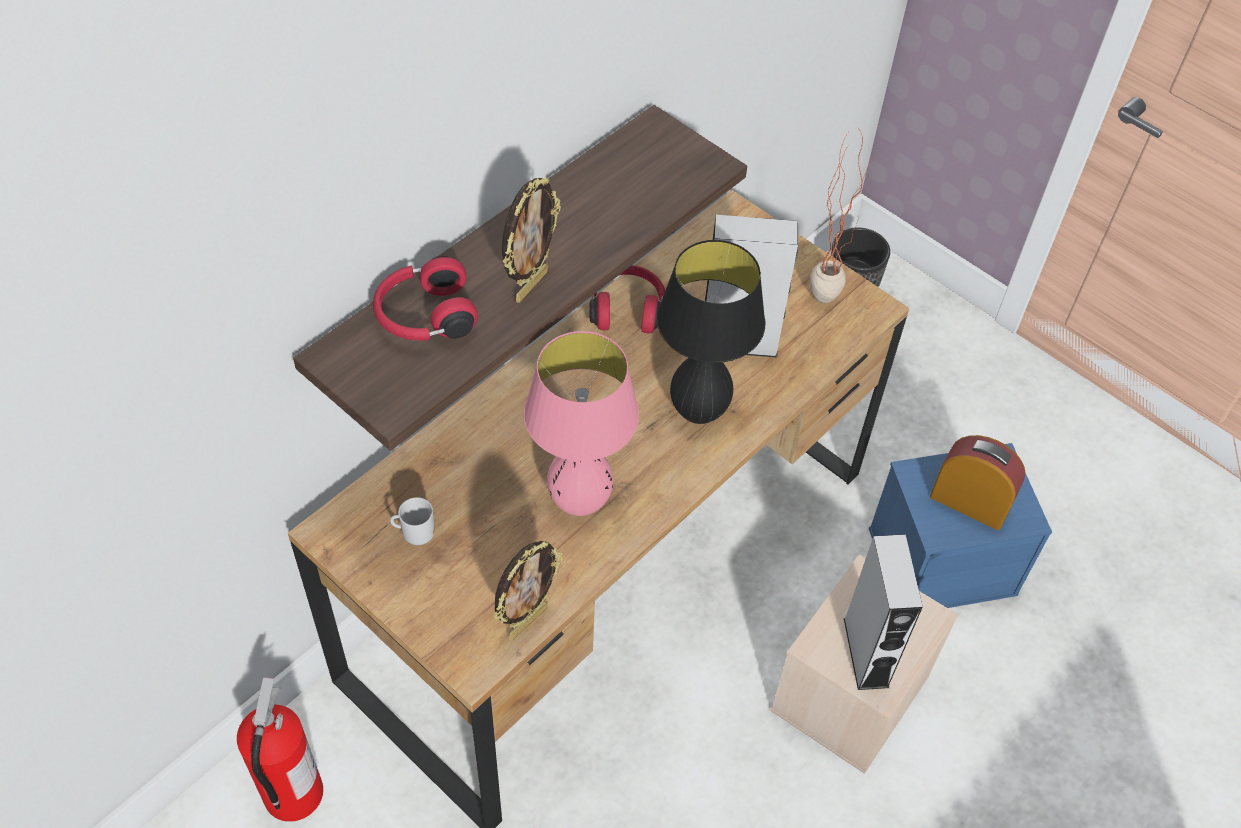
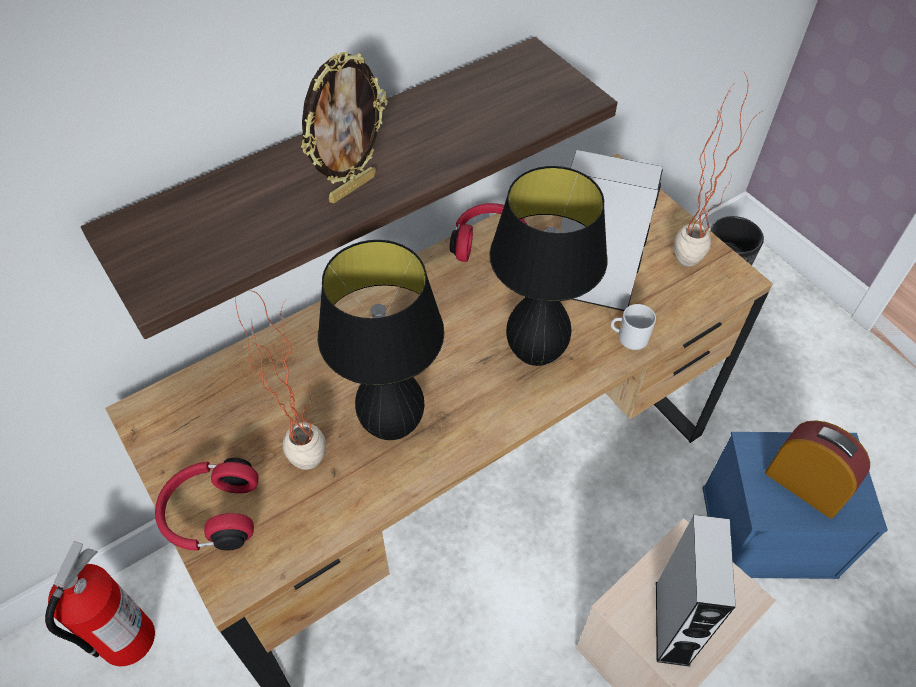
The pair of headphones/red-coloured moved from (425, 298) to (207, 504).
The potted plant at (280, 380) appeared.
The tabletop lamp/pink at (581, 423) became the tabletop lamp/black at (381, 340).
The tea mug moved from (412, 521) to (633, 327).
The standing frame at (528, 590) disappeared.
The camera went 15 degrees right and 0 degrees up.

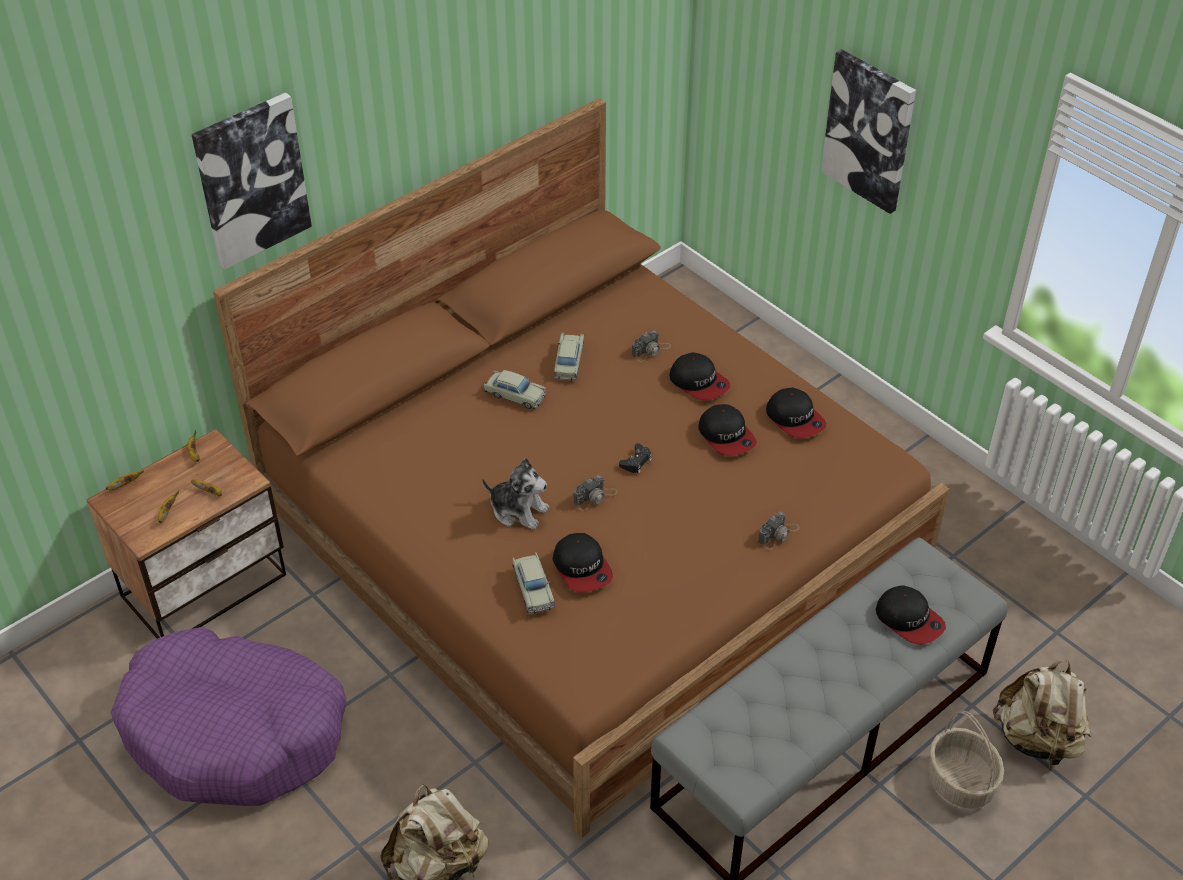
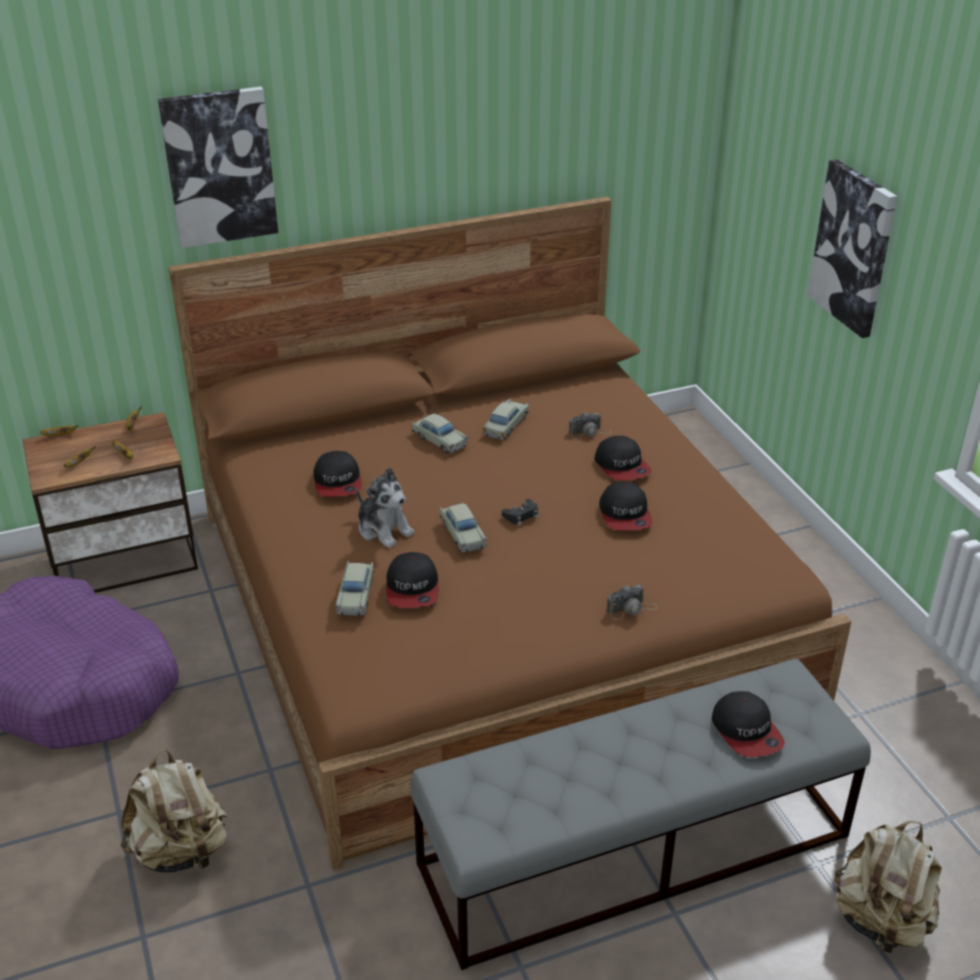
The baseball cap moved from (796, 413) to (337, 474).
The still camera at (595, 493) was replaced by the miniature car/beige-coloured at (463, 527).
The household basket at (966, 760) disappeared.
The camera went 20 degrees right and 10 degrees down.

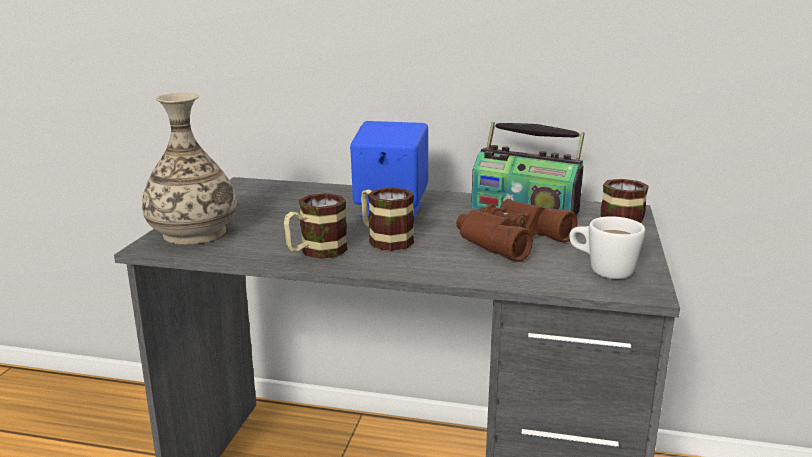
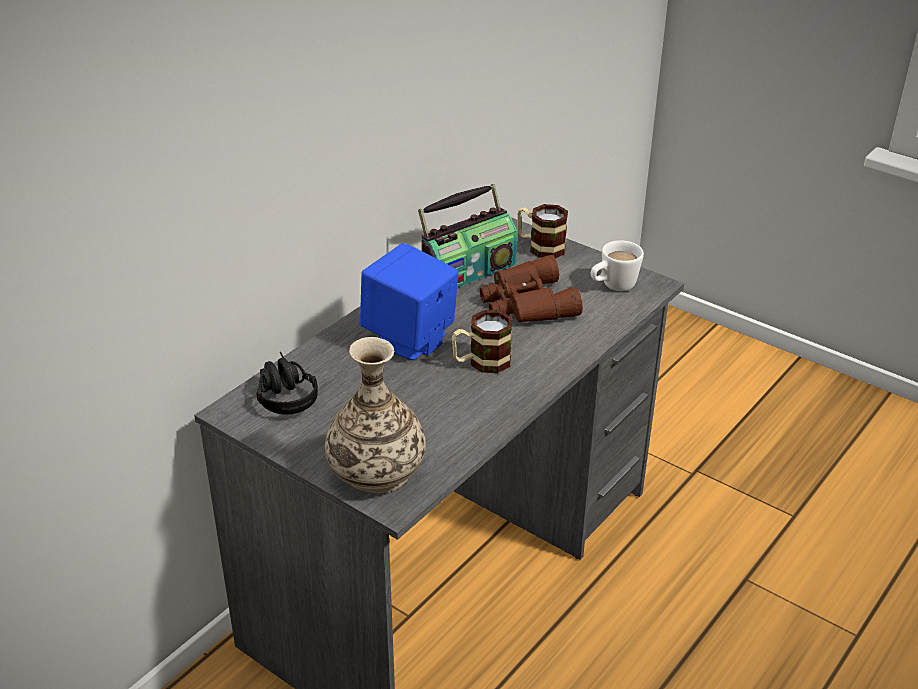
The pair of headphones/black at (287, 383) appeared.
The tea mug at (316, 226) disappeared.
The camera went 65 degrees left and 15 degrees up.

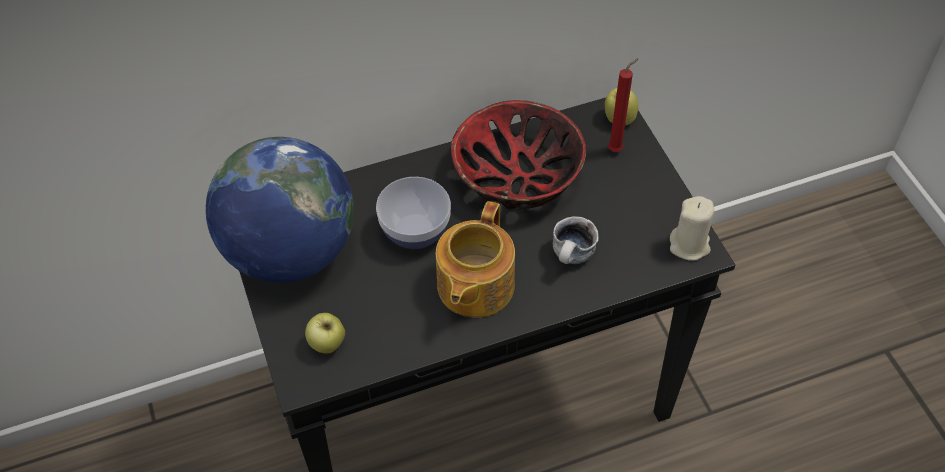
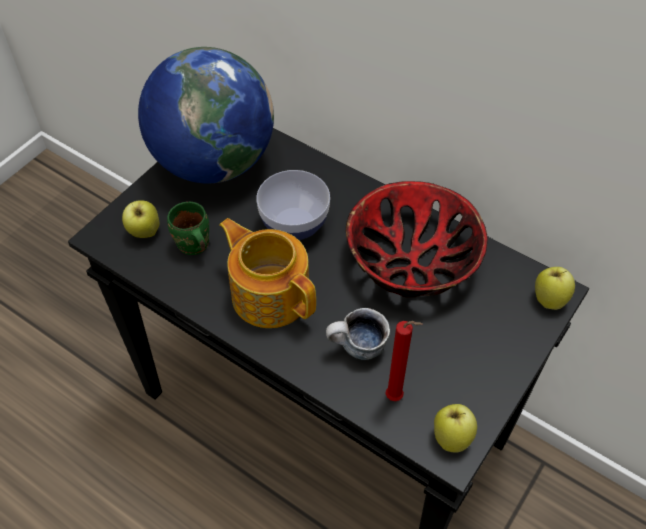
The tea mug/greenish at (188, 228) appeared.
The pot for tea at (475, 259) turned 60 degrees clockwise.
The wax candle/red-coloured moved from (623, 105) to (404, 361).
The wax candle/beige-coloured at (692, 228) was replaced by the apple fruit at (455, 428).
The camera went 55 degrees right and 0 degrees up.

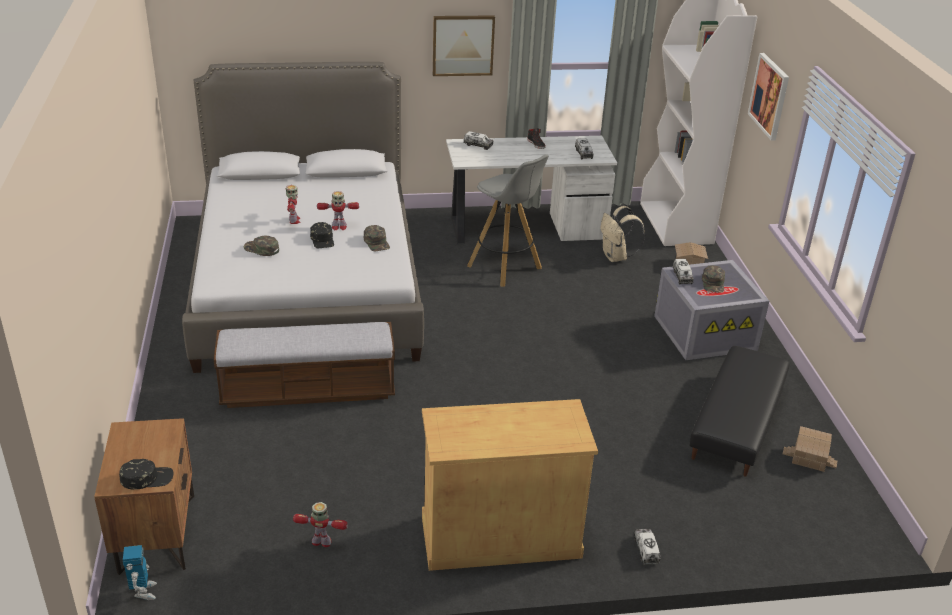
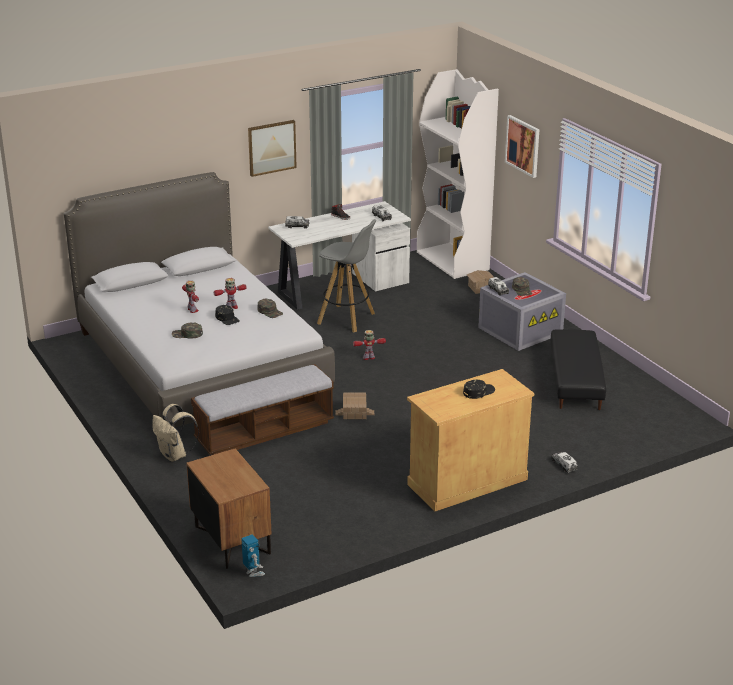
The rucksack/beige-coloured moved from (623, 234) to (175, 433).
The miniature house moved from (810, 449) to (354, 405).
The robot figure moved from (320, 524) to (369, 345).
The baseball cap/black moved from (146, 474) to (479, 389).
The camera went 20 degrees left and 5 degrees down.

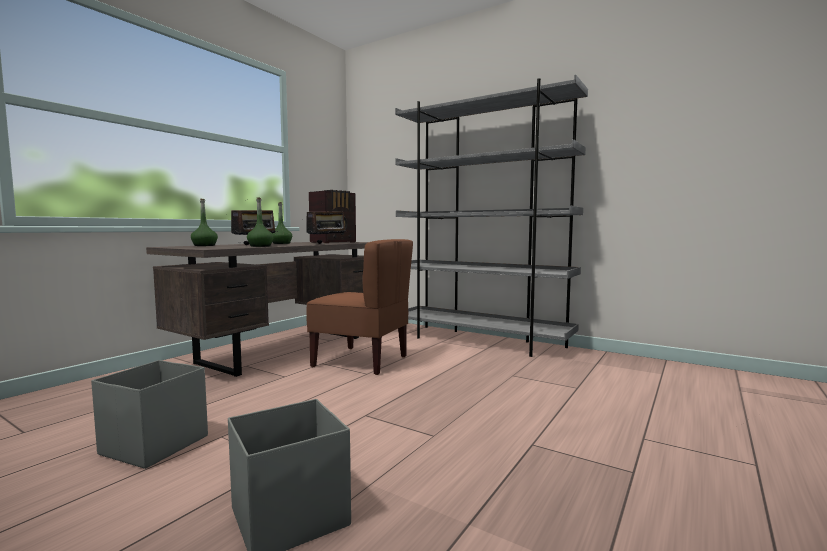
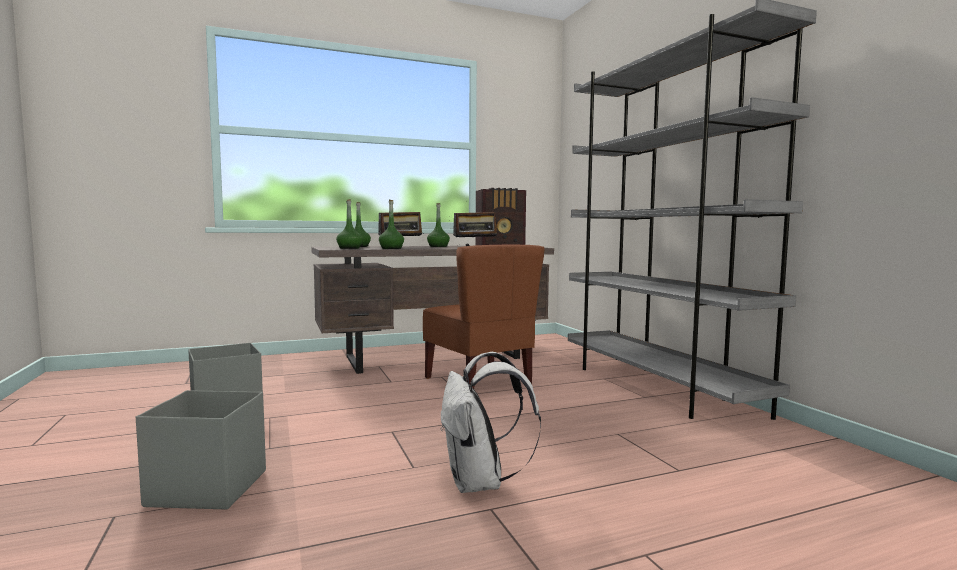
The beverage bottle/greenish at (349, 224) appeared.
The rucksack/white at (491, 422) appeared.
The camera went 35 degrees right and 0 degrees up.

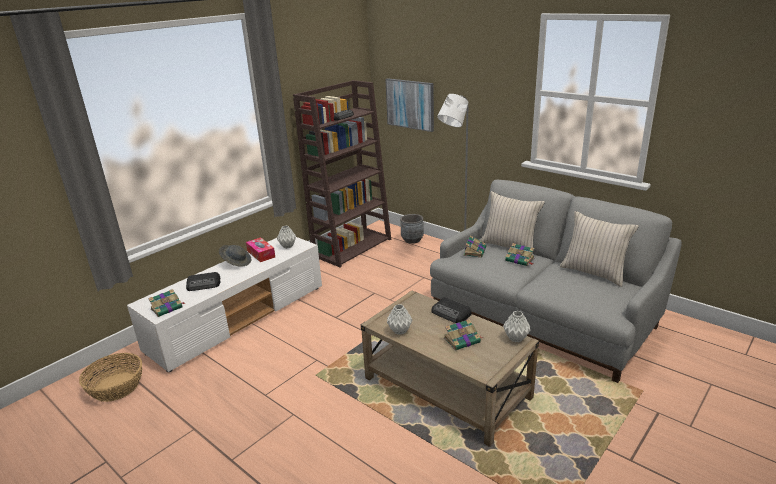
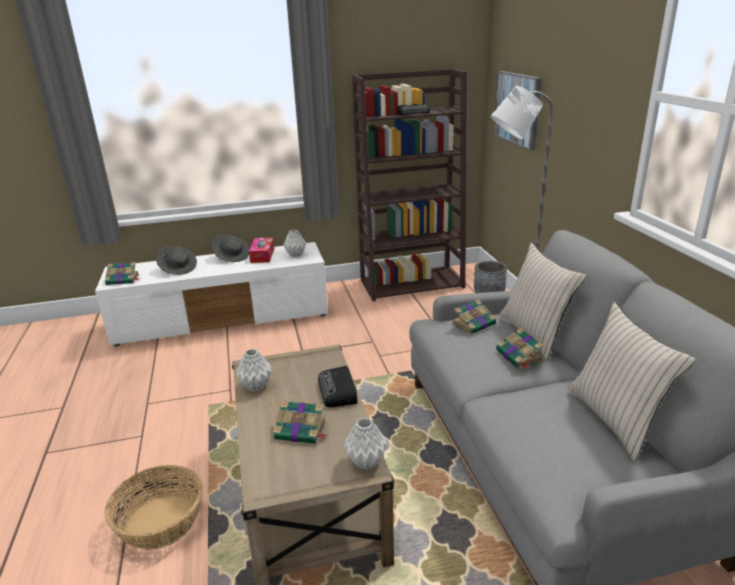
The household basket moved from (110, 377) to (154, 507).
The radio at (203, 281) was replaced by the wearable hat/grey at (176, 260).
The camera went 35 degrees right and 0 degrees up.

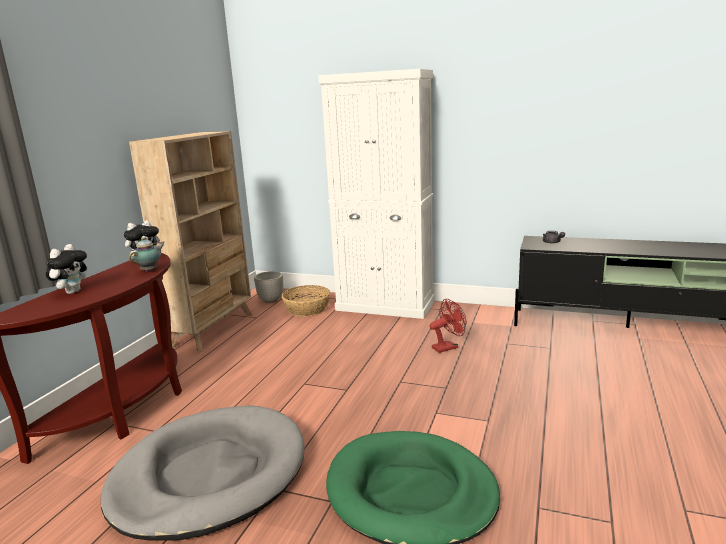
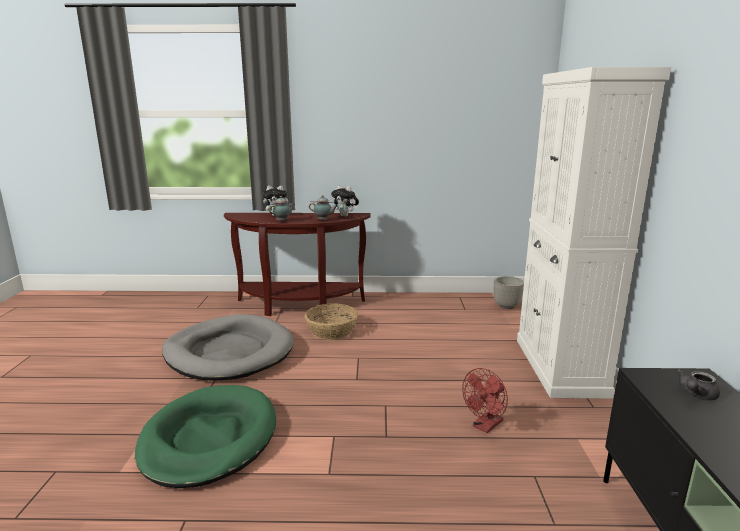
The pot for tea at (281, 209) appeared.
The household basket moved from (305, 301) to (331, 322).
The electric fan/red-coloured at (448, 326) turned 90 degrees clockwise.
The shelving unit/beige-coloured at (190, 241) disappeared.
The camera went 70 degrees right and 0 degrees up.

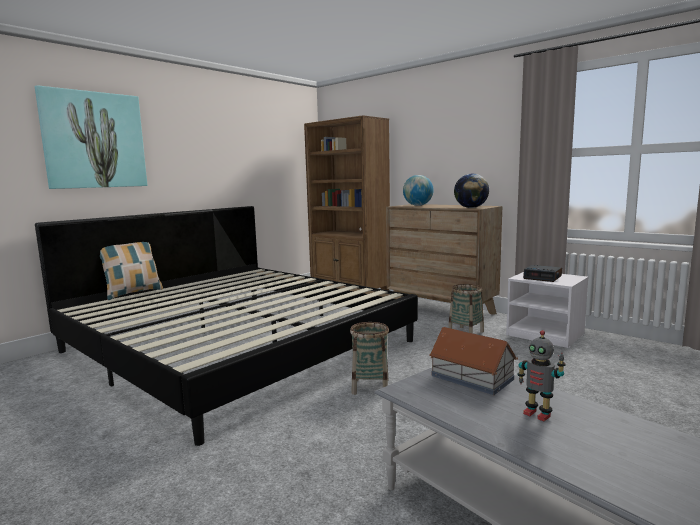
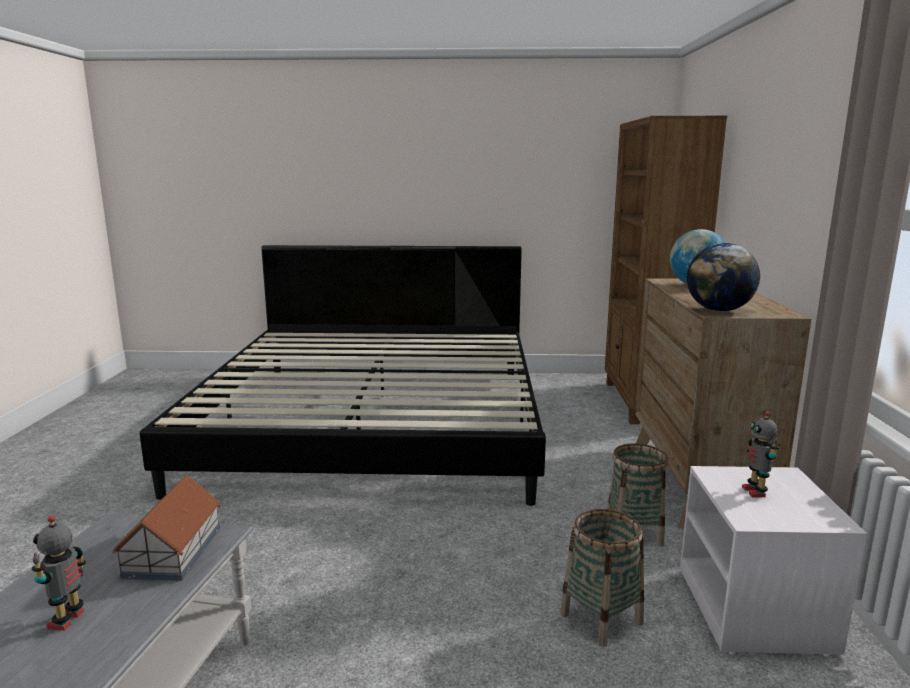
The household basket moved from (369, 358) to (602, 578).
The alarm clock at (542, 273) was replaced by the robot figure at (760, 454).
The wall art at (91, 137) disappeared.
The cushion at (131, 271) disappeared.
The camera went 50 degrees right and 5 degrees up.

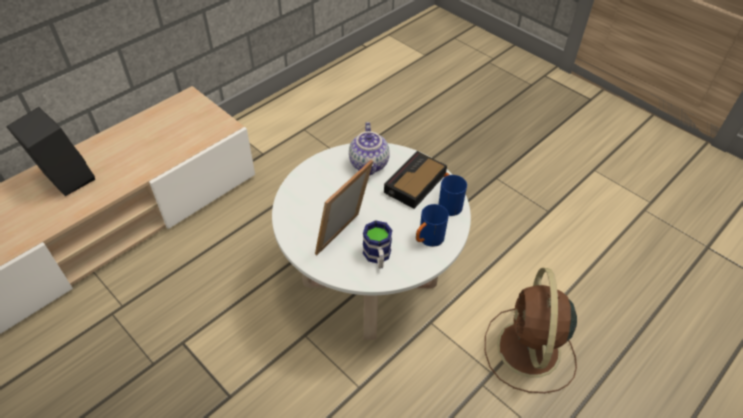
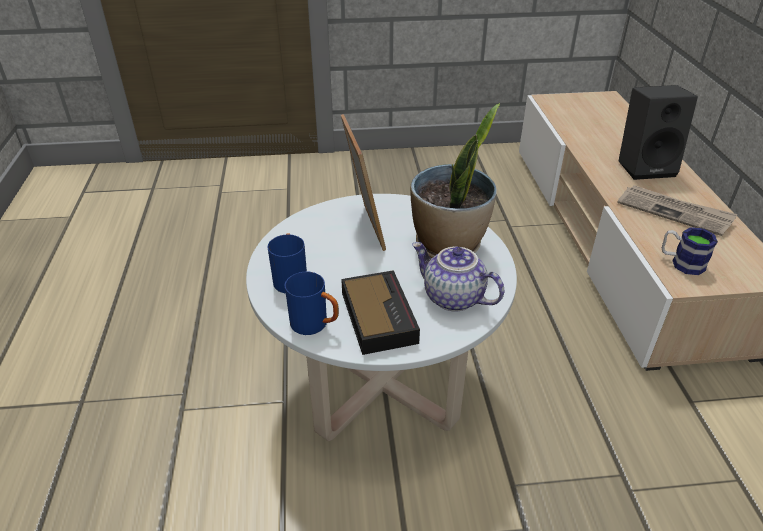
The potted plant at (455, 180) appeared.
The printed paper at (677, 210) appeared.
The tea mug moved from (378, 244) to (690, 251).
The electric fan/brownish at (531, 330) disappeared.
The camera went 130 degrees right and 10 degrees down.

